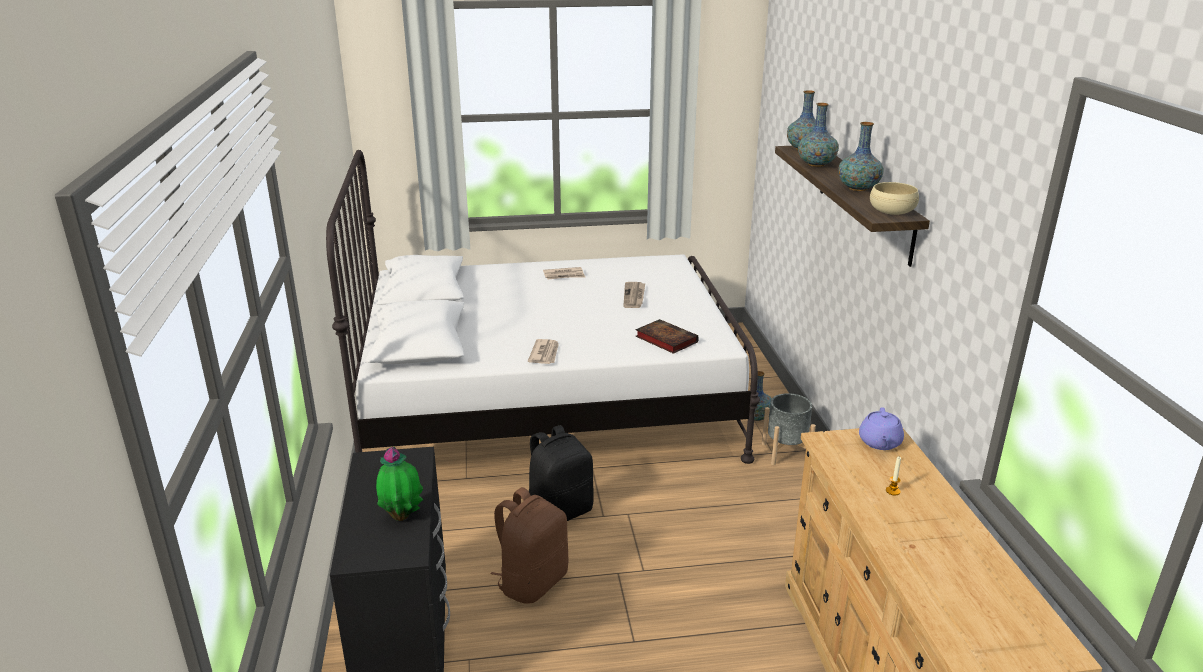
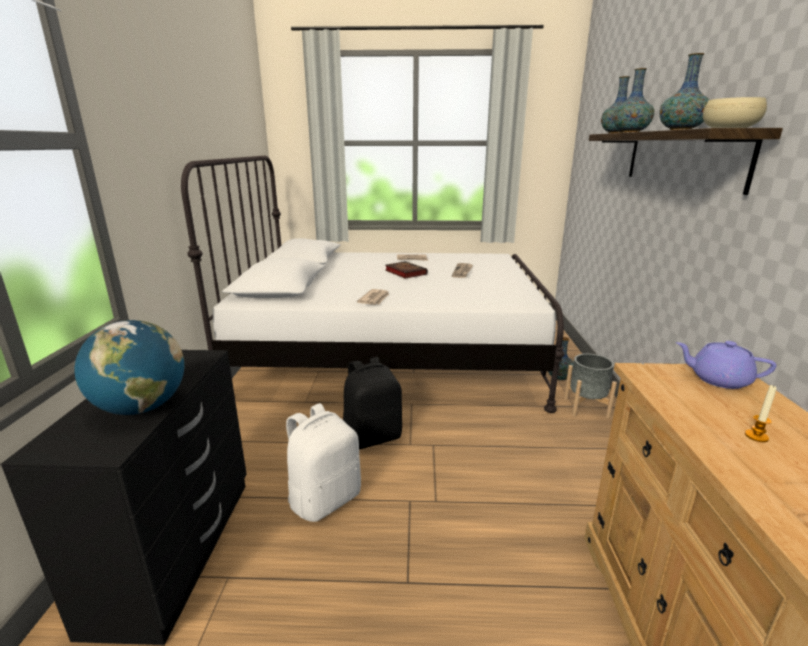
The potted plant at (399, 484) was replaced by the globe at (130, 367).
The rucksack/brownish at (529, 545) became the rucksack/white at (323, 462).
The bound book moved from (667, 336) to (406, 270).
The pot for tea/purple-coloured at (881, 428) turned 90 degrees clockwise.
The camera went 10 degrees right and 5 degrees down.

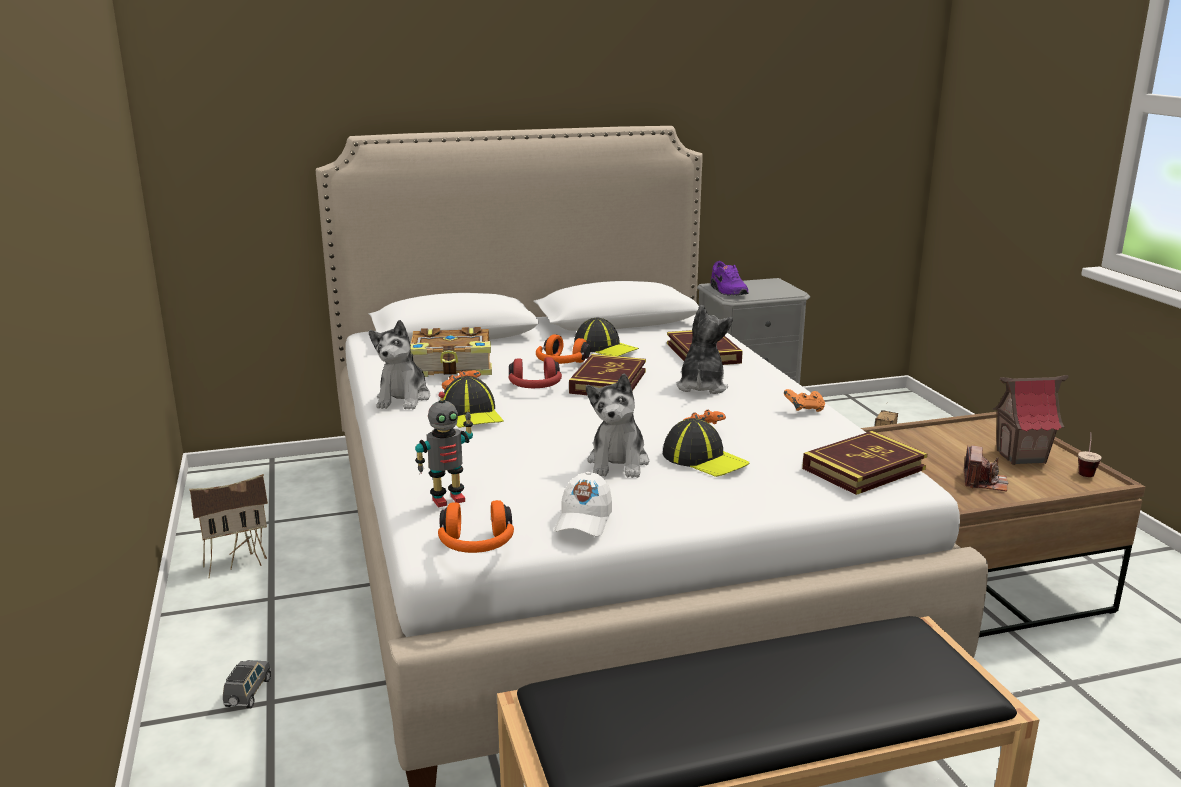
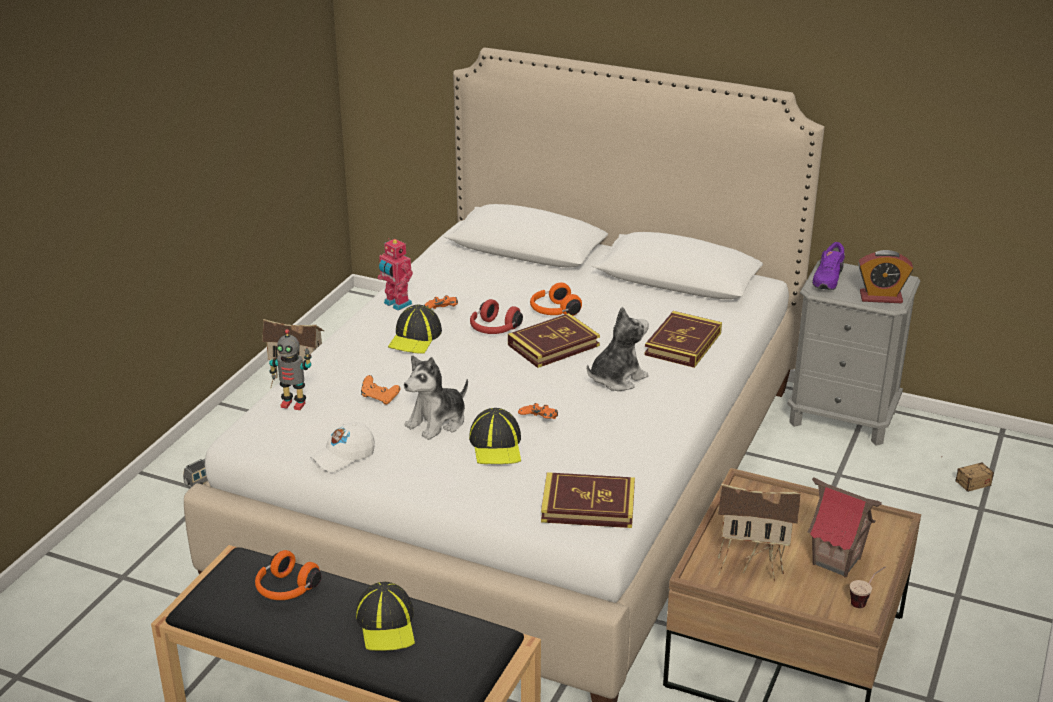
The pair of headphones/orangey moved from (476, 526) to (288, 575).
The baseball cap moved from (606, 337) to (385, 616).
The gamepad/orangey moved from (804, 400) to (380, 390).
The plush toy at (399, 365) was replaced by the robot figure at (395, 274).
The still camera at (986, 468) was replaced by the miniature house at (760, 532).
The alarm clock at (885, 276) appeared.
The bound book at (451, 352) disappeared.
The camera went 40 degrees right and 10 degrees up.

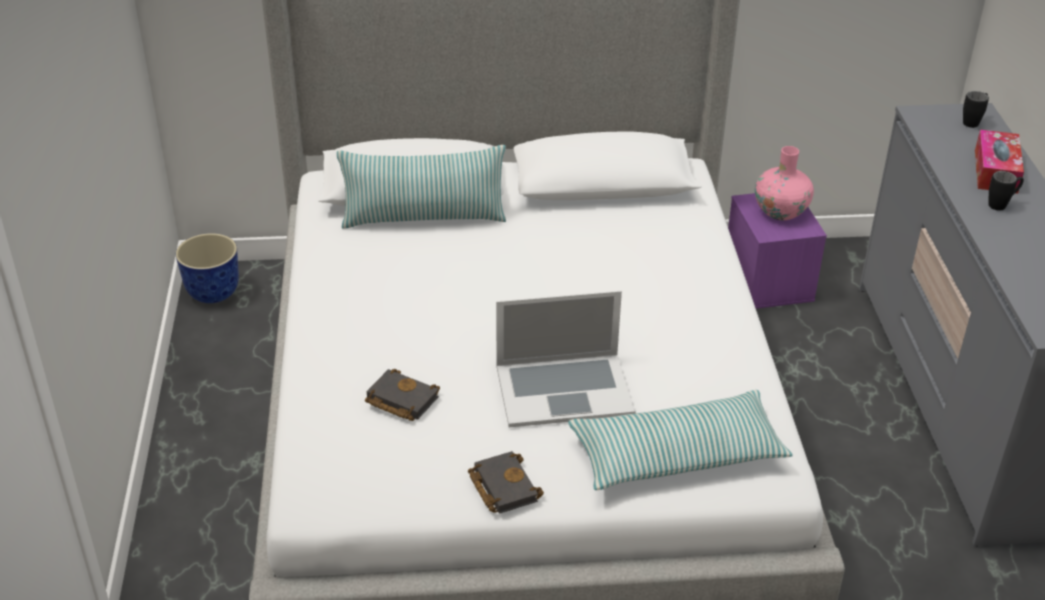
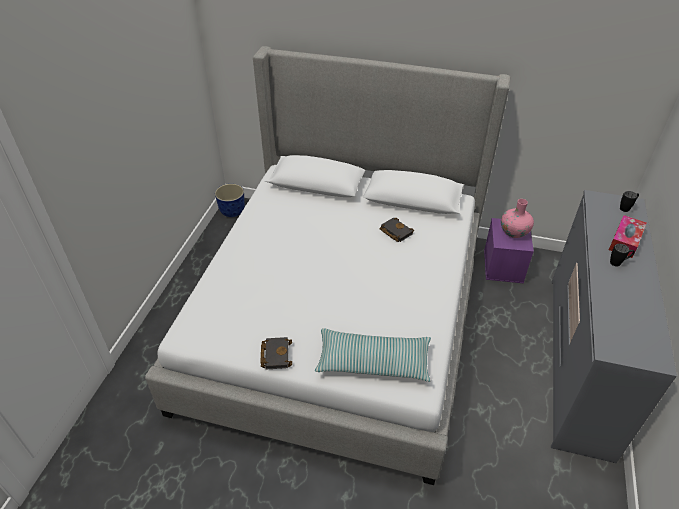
The bound book/black moved from (402, 395) to (397, 229).
The cushion at (421, 187) disappeared.
The portable computer at (566, 359) disappeared.
The camera went 20 degrees right and 5 degrees up.

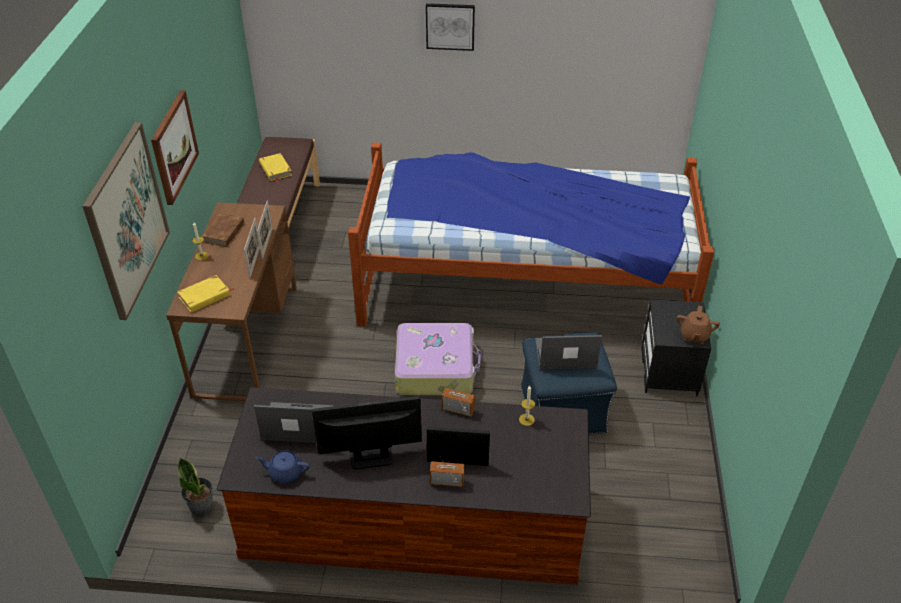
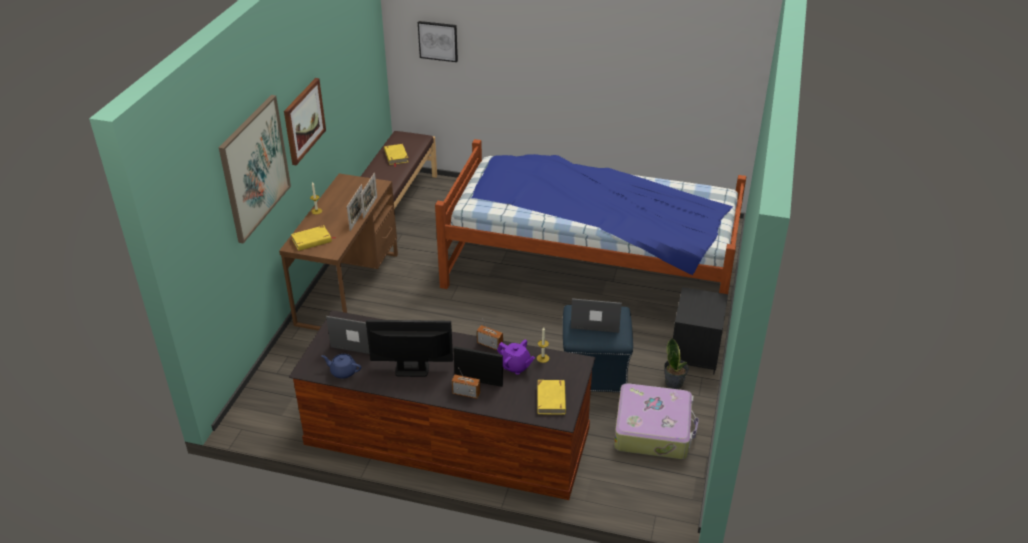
The wall art moved from (450, 27) to (438, 41).
The pot for tea/purple-coloured at (516, 357) appeared.
The bound book/yellowish at (552, 397) appeared.
The piece of luggage moved from (438, 359) to (656, 421).
The potted plant moved from (195, 486) to (676, 363).
The bound book/brownish at (222, 230) disappeared.
The pot for tea/brownish at (698, 325) disappeared.
The camera went 10 degrees right and 5 degrees down.

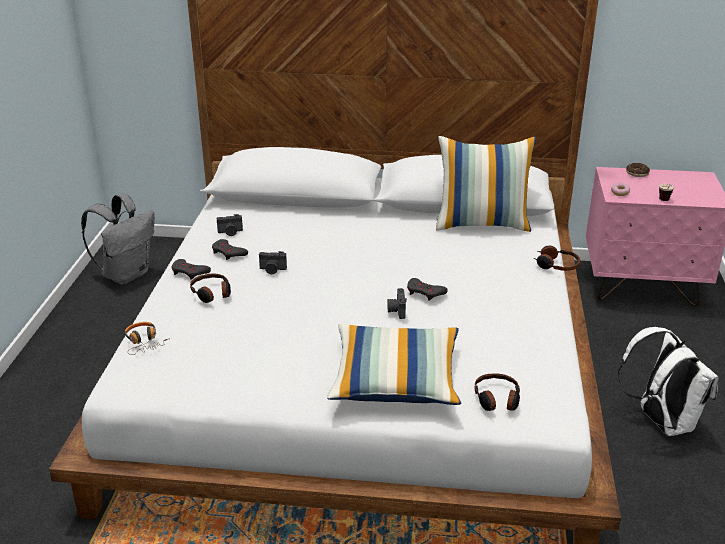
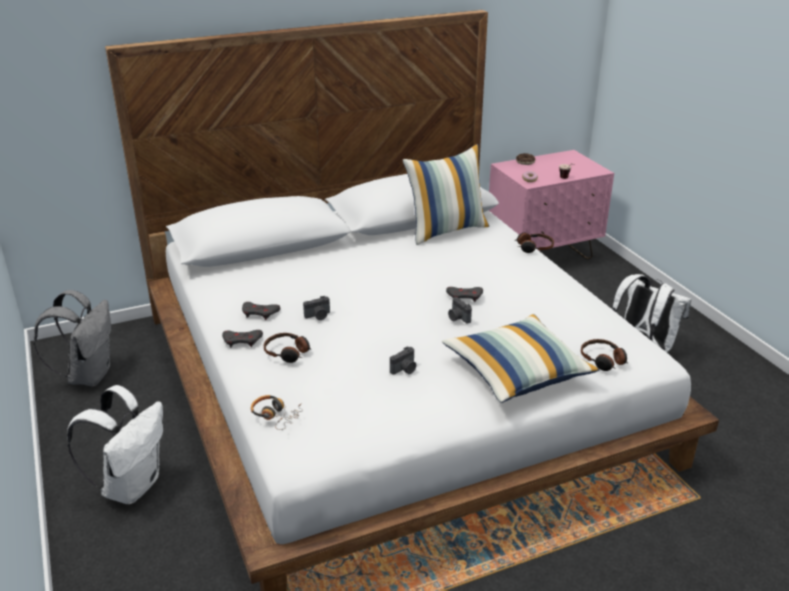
The rucksack/white at (115, 444) appeared.
The still camera moved from (230, 225) to (403, 360).
The camera went 30 degrees left and 0 degrees up.

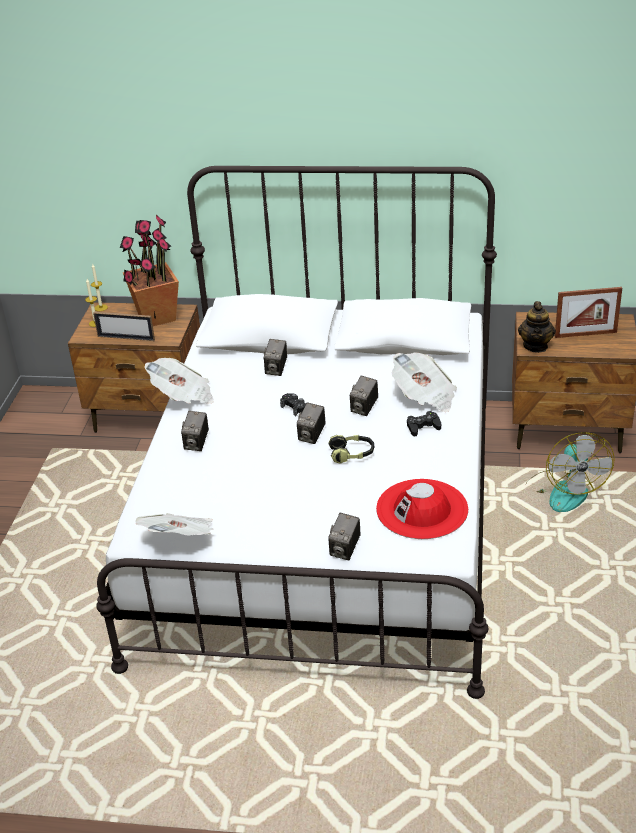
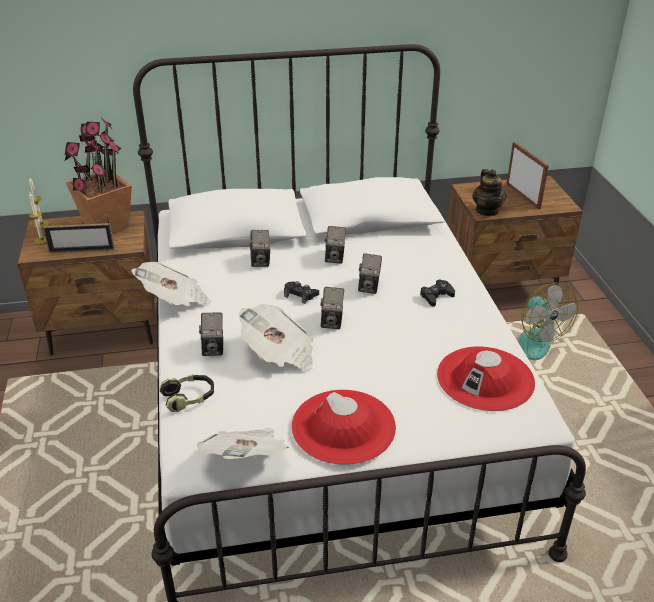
The pair of headphones moved from (351, 449) to (186, 393).
The printed paper moved from (424, 382) to (275, 337).
The wearable hat/red-coloured at (344, 427) appeared.
The still camera moved from (344, 536) to (335, 245).
The standing frame at (588, 312) turned 90 degrees counterclockwise.
The camera went 20 degrees left and 0 degrees up.

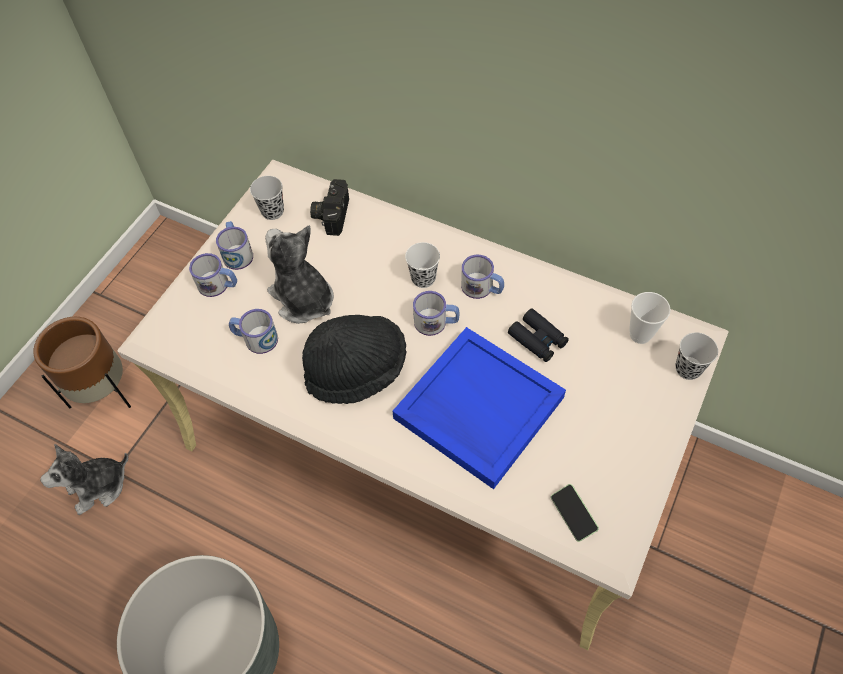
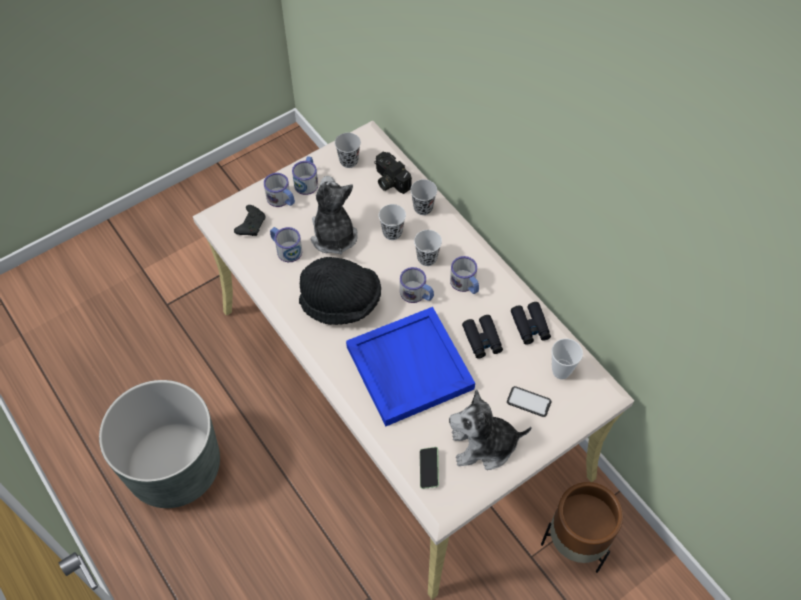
The gamepad/black at (250, 220) appeared.
The still camera at (329, 207) turned 75 degrees counterclockwise.
The cup/white at (392, 222) appeared.
The cup/black moved from (696, 356) to (423, 197).
The plush toy moved from (84, 479) to (490, 429).
The handset at (529, 401) appeared.
The binoculars/black at (531, 323) appeared.
The flower pot/brownish moved from (82, 362) to (582, 527).
The camera went 25 degrees right and 0 degrees up.

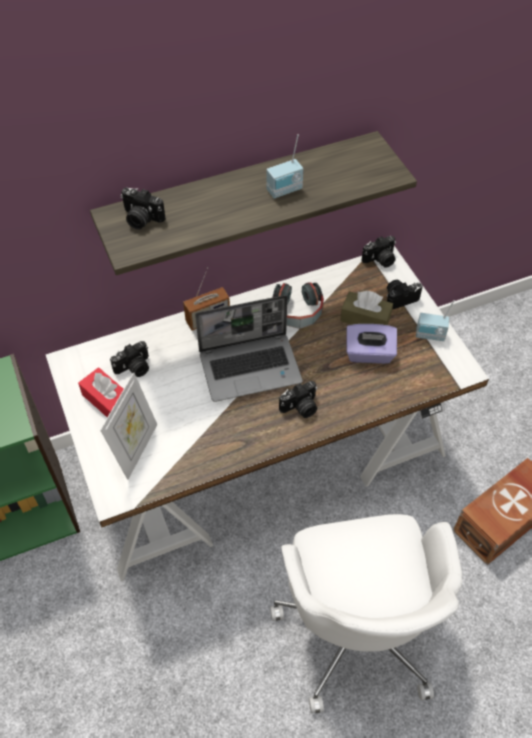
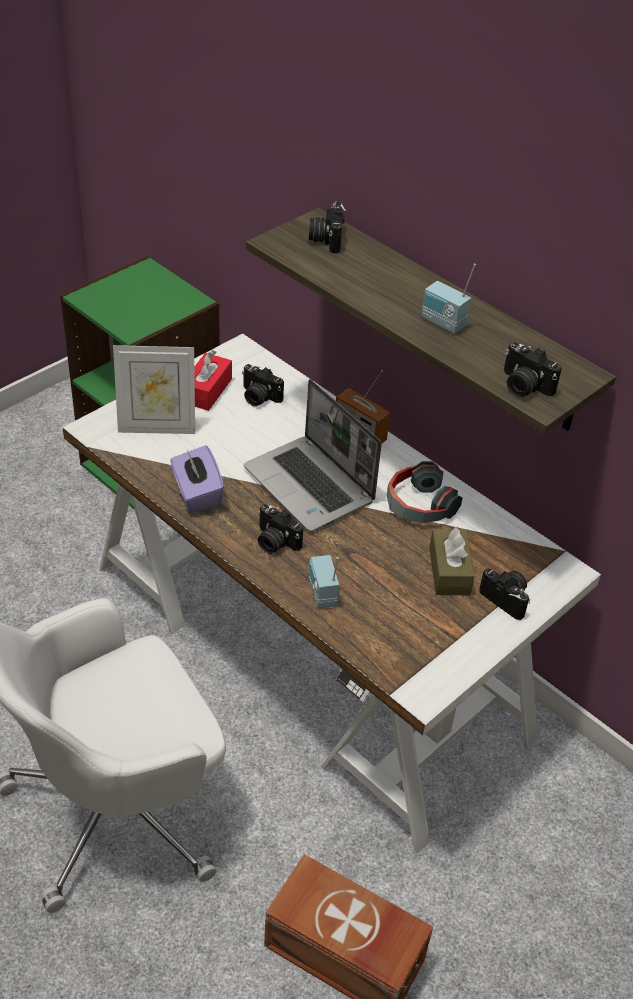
The box of tissues/purple-coloured moved from (371, 344) to (197, 479).
The radio moved from (435, 320) to (324, 581).
The still camera moved from (378, 252) to (533, 369).
The camera went 65 degrees right and 10 degrees down.

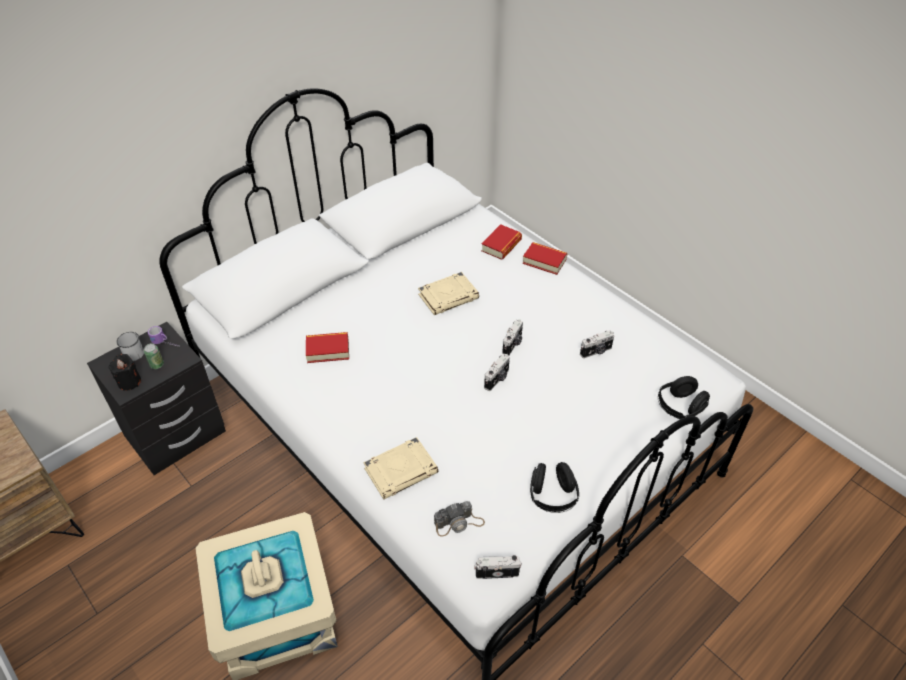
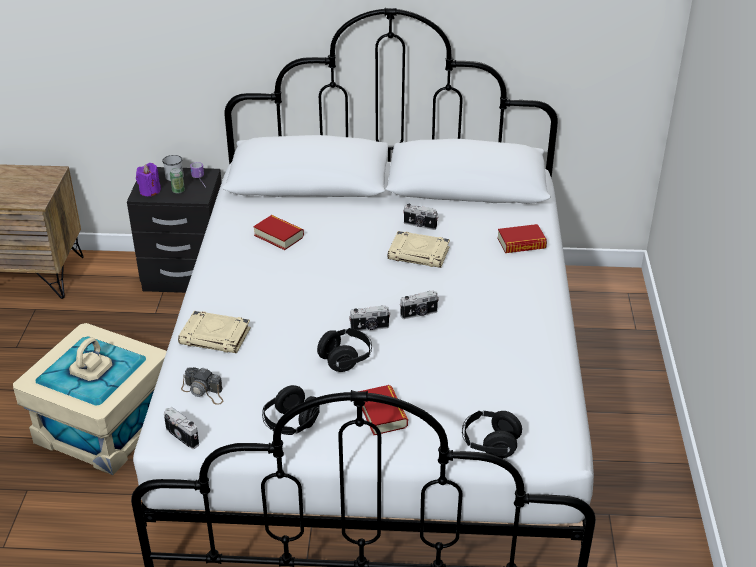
The wax candle/black at (125, 372) became the wax candle/purple-coloured at (148, 180).
The pair of headphones/black at (344, 350) appeared.
The bound book moved from (545, 258) to (384, 410).
The still camera moved from (597, 344) to (420, 217).
The camera went 45 degrees right and 10 degrees down.

